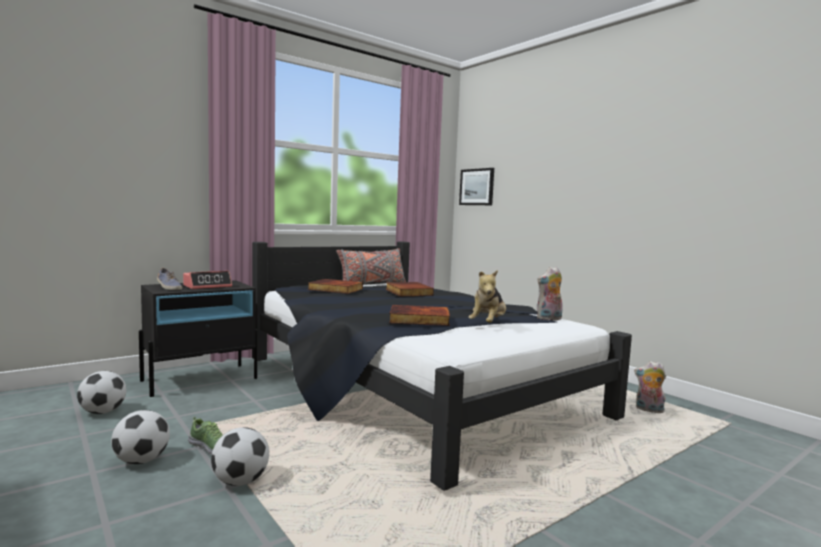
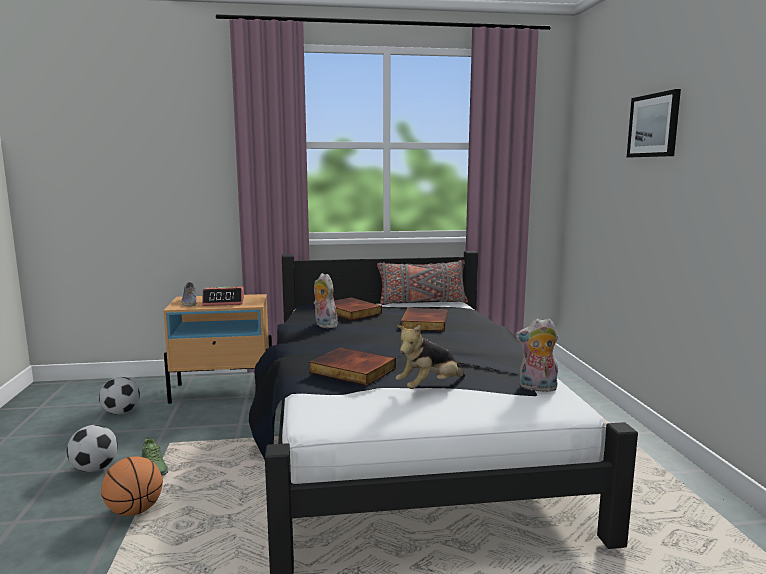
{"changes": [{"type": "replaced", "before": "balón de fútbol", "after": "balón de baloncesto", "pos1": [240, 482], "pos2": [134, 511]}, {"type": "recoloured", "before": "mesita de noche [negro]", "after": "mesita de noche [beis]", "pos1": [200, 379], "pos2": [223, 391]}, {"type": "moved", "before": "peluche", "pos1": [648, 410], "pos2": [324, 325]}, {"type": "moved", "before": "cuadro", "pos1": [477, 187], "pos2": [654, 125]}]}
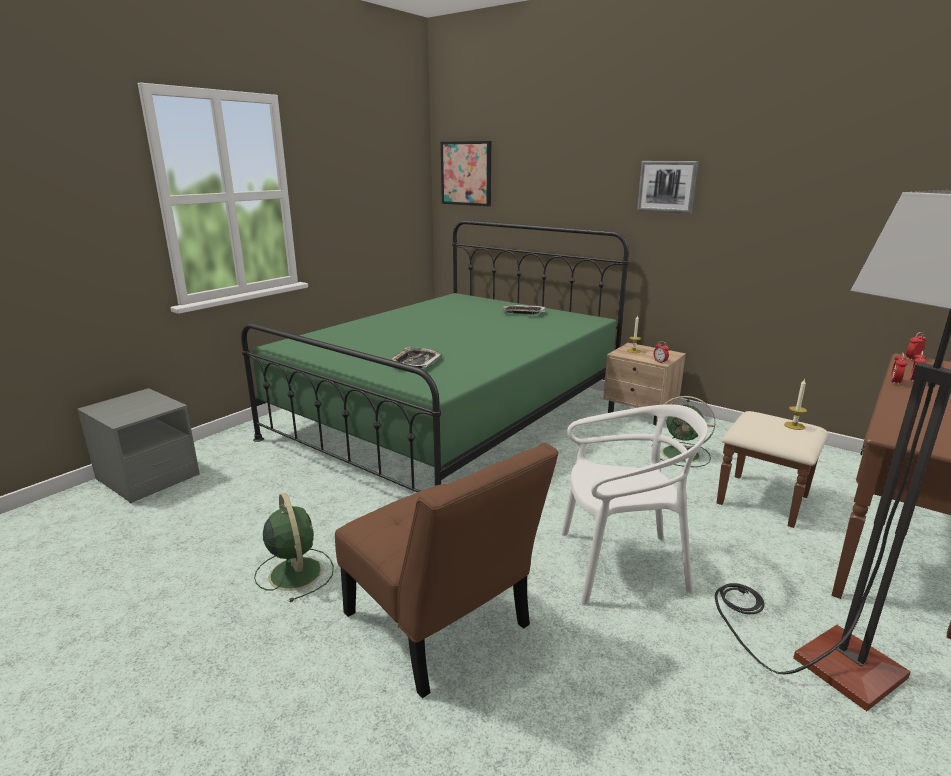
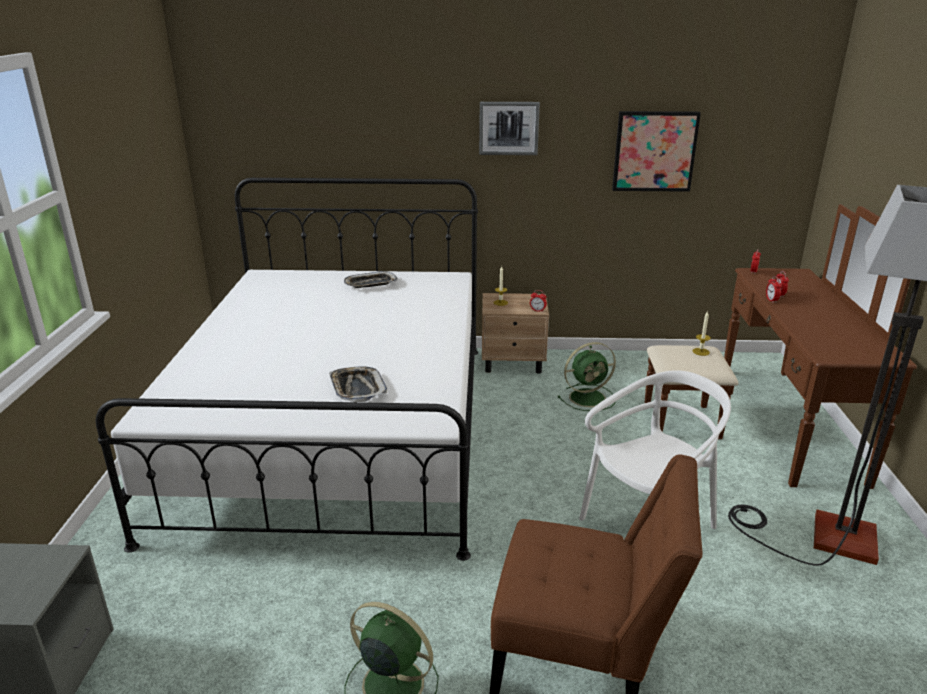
{"changes": [{"type": "recoloured", "before": "cama [verde]", "after": "cama [blanco]", "pos1": [449, 417], "pos2": [338, 430]}, {"type": "moved", "before": "cuadro", "pos1": [466, 173], "pos2": [654, 151]}]}
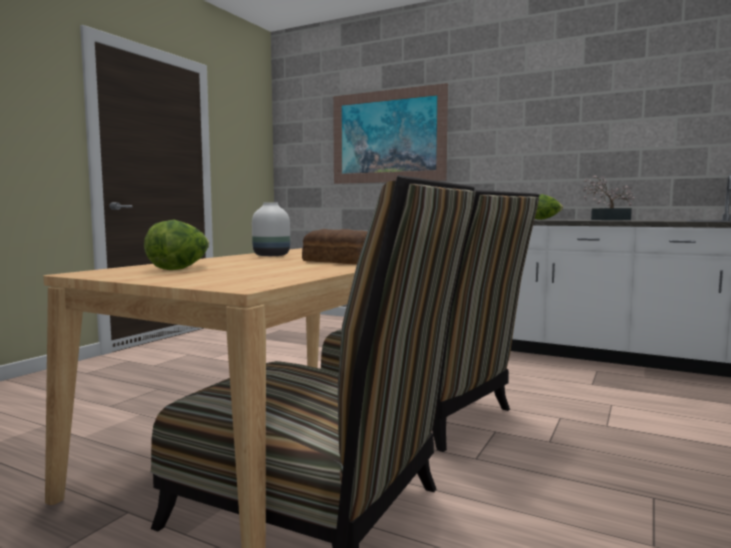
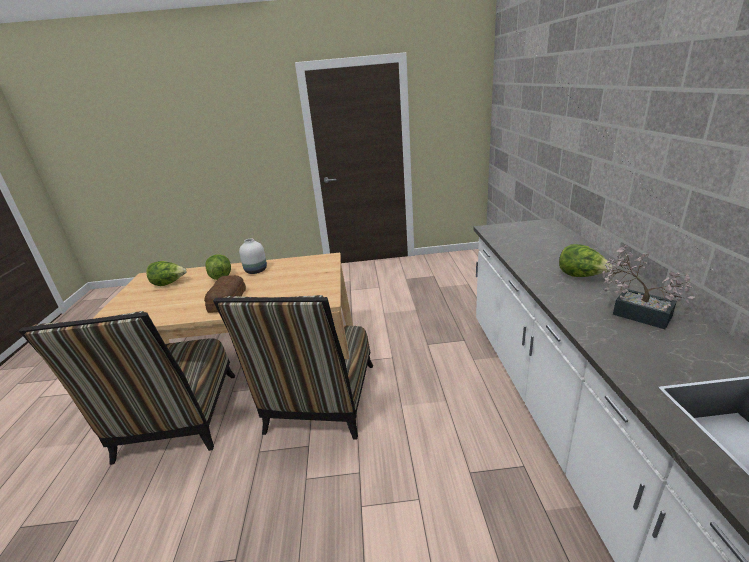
{"changes": [{"type": "added", "after": "lechuga", "pos2": [221, 276]}, {"type": "removed", "before": "cuadro", "pos1": [388, 136]}]}
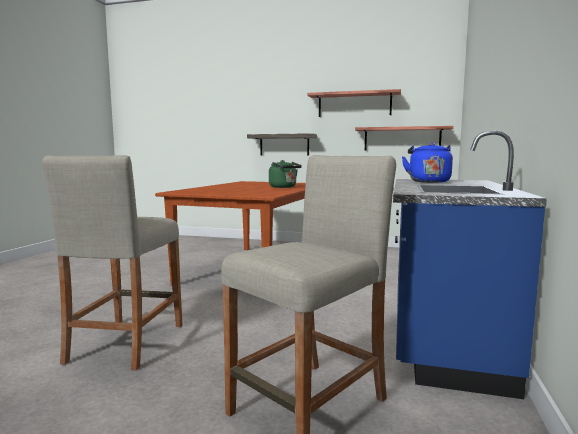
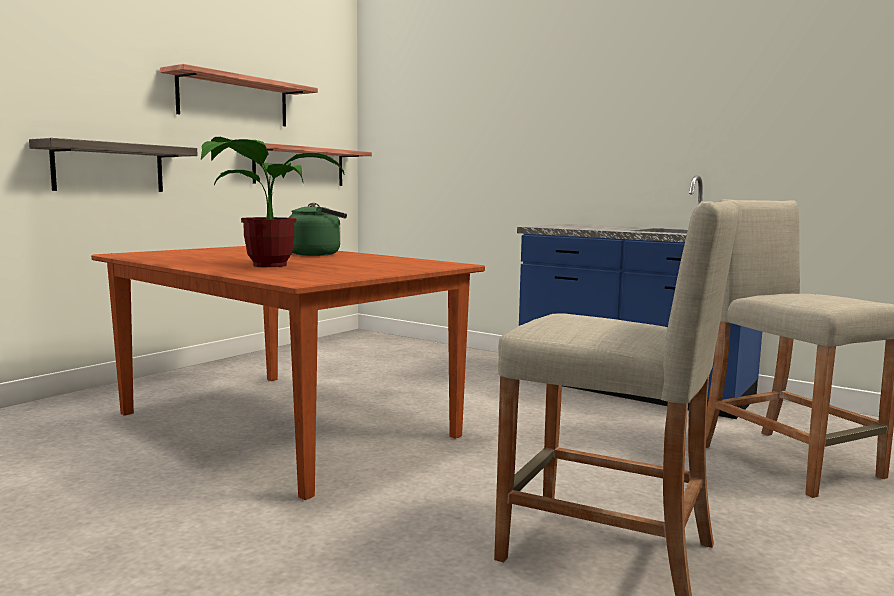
{"changes": [{"type": "added", "after": "planta en maceta", "pos2": [264, 265]}, {"type": "removed", "before": "hervidor [azul]", "pos1": [428, 181]}]}
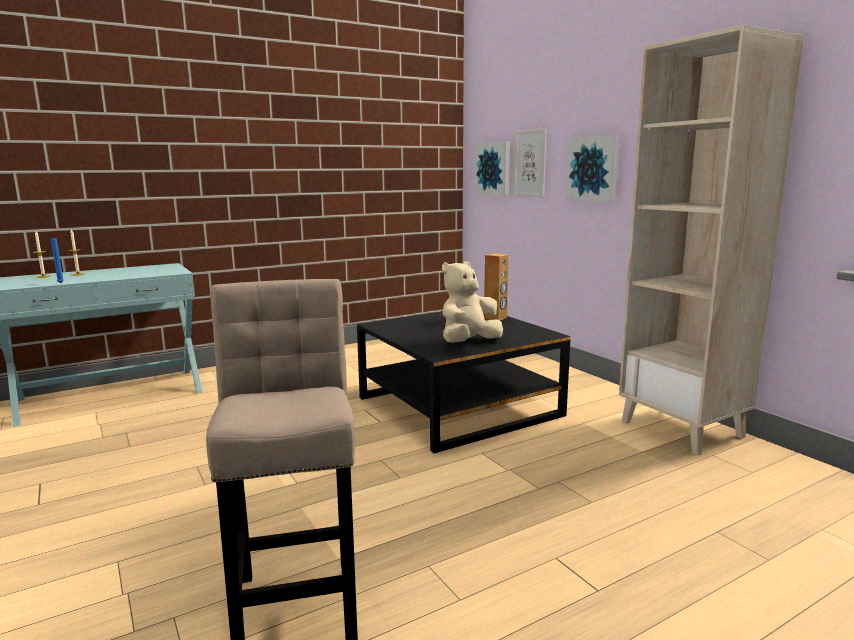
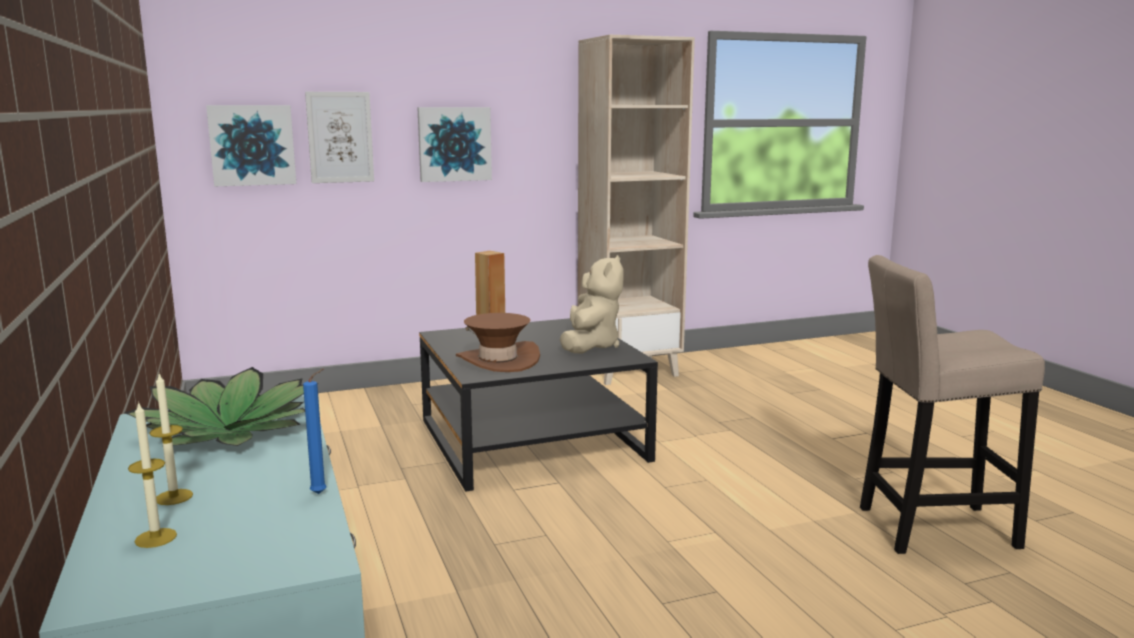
{"changes": [{"type": "added", "after": "planta en maceta", "pos2": [230, 430]}, {"type": "added", "after": "sombrero [marrón]", "pos2": [498, 360]}, {"type": "turned", "before": "peluche [beis]", "pos1": [468, 342], "pos2": [590, 346], "turn": -135}]}
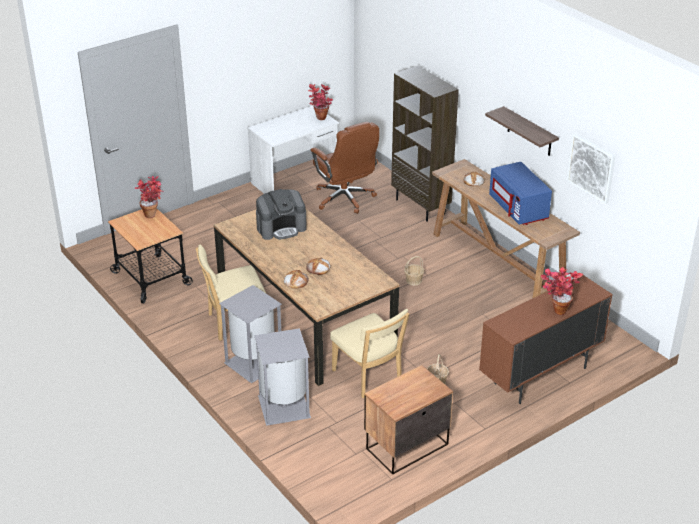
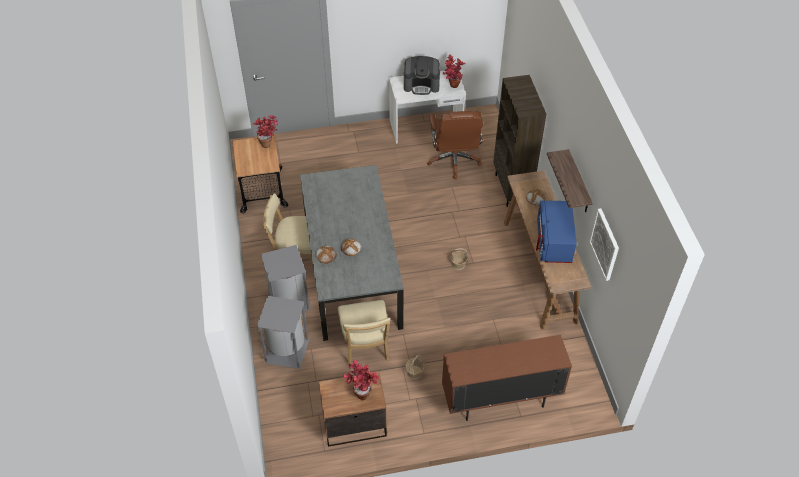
{"changes": [{"type": "recoloured", "before": "mesa de comedor [marrón]", "after": "mesa de comedor [gris]", "pos1": [304, 317], "pos2": [351, 270]}, {"type": "moved", "before": "planta en maceta", "pos1": [556, 309], "pos2": [361, 392]}, {"type": "moved", "before": "cafetera", "pos1": [281, 228], "pos2": [421, 85]}]}
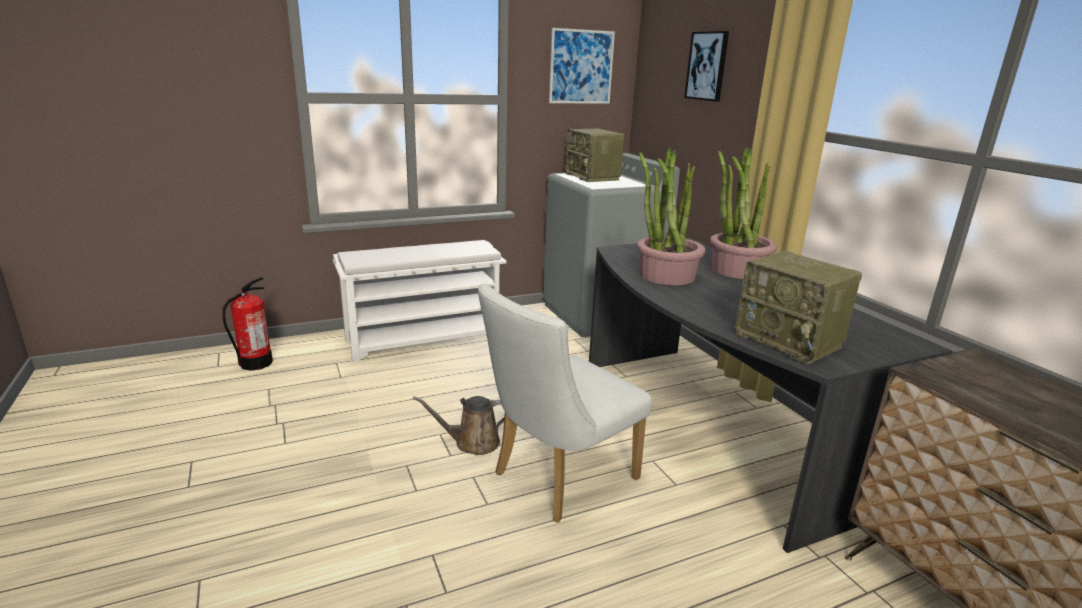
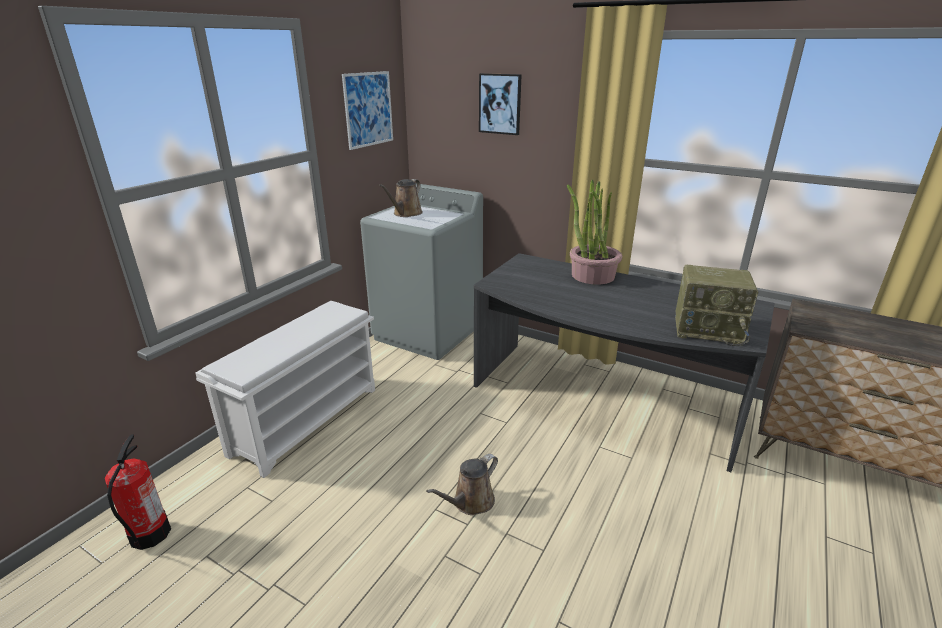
{"changes": [{"type": "replaced", "before": "radio", "after": "regadera [marrón]", "pos1": [593, 177], "pos2": [406, 214]}, {"type": "removed", "before": "silla [blanco]", "pos1": [557, 479]}, {"type": "removed", "before": "planta en maceta", "pos1": [666, 275]}]}
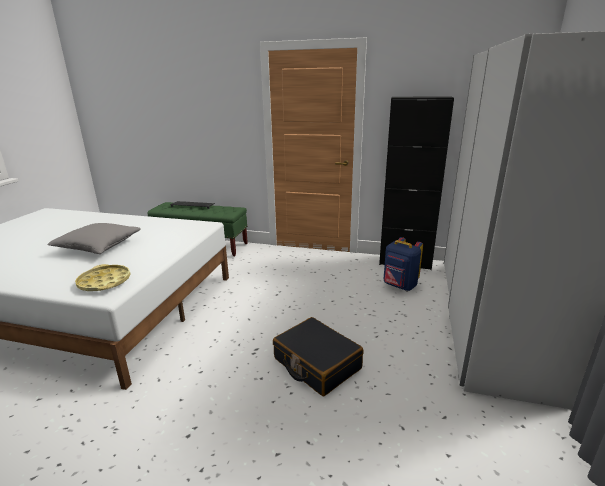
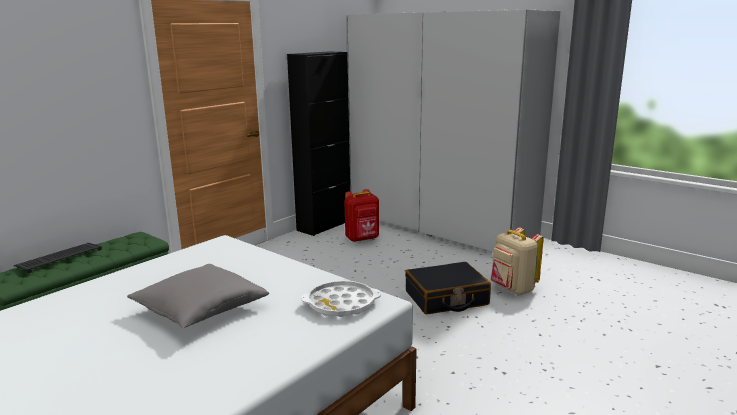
{"changes": [{"type": "recoloured", "before": "bandeja [amarillo]", "after": "bandeja [blanco]", "pos1": [104, 282], "pos2": [341, 304]}, {"type": "recoloured", "before": "mochila [azul]", "after": "mochila [rojo]", "pos1": [399, 286], "pos2": [362, 239]}, {"type": "added", "after": "mochila [beis]", "pos2": [512, 289]}]}
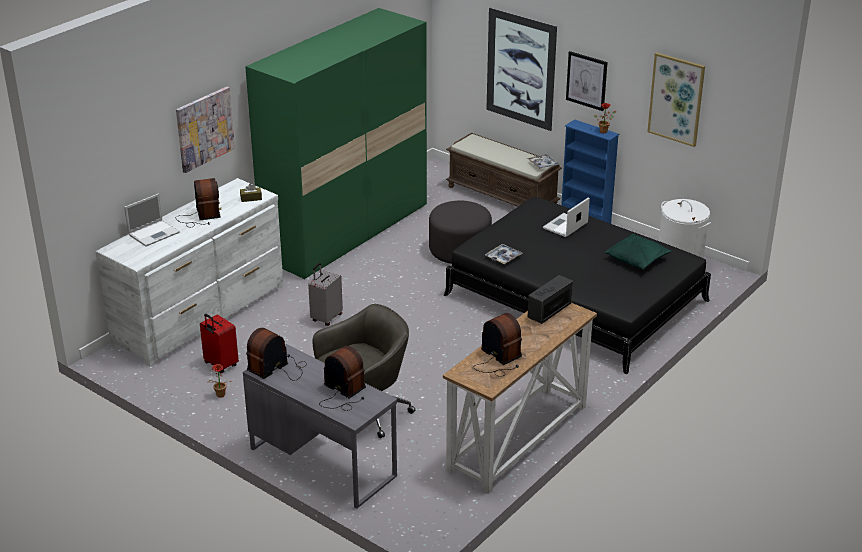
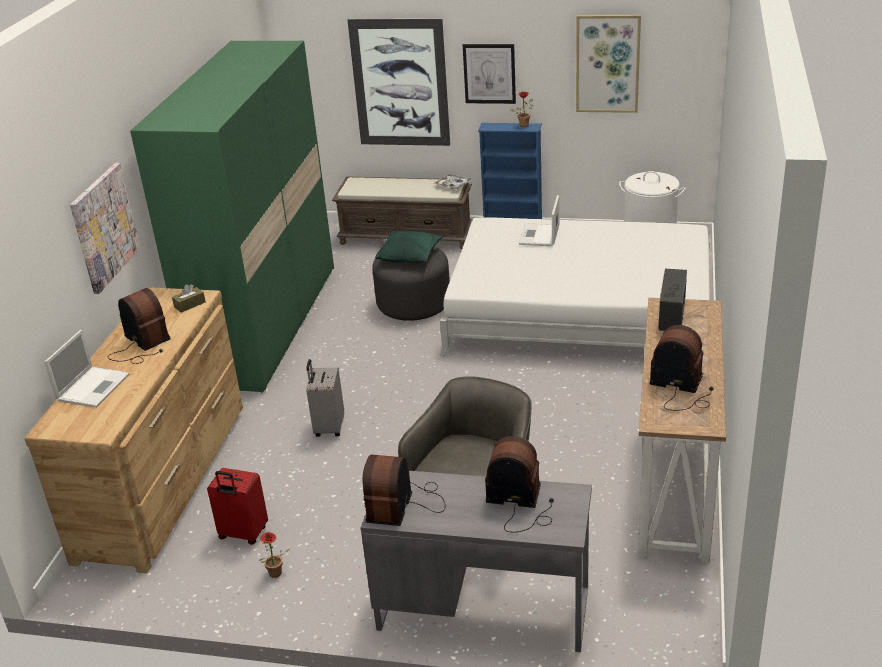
{"changes": [{"type": "recoloured", "before": "cómoda [blanco]", "after": "cómoda [marrón]", "pos1": [201, 314], "pos2": [165, 479]}, {"type": "moved", "before": "cojín [verde]", "pos1": [637, 259], "pos2": [409, 256]}, {"type": "recoloured", "before": "cama [negro]", "after": "cama [blanco]", "pos1": [575, 298], "pos2": [580, 311]}, {"type": "removed", "before": "bandeja", "pos1": [503, 257]}]}
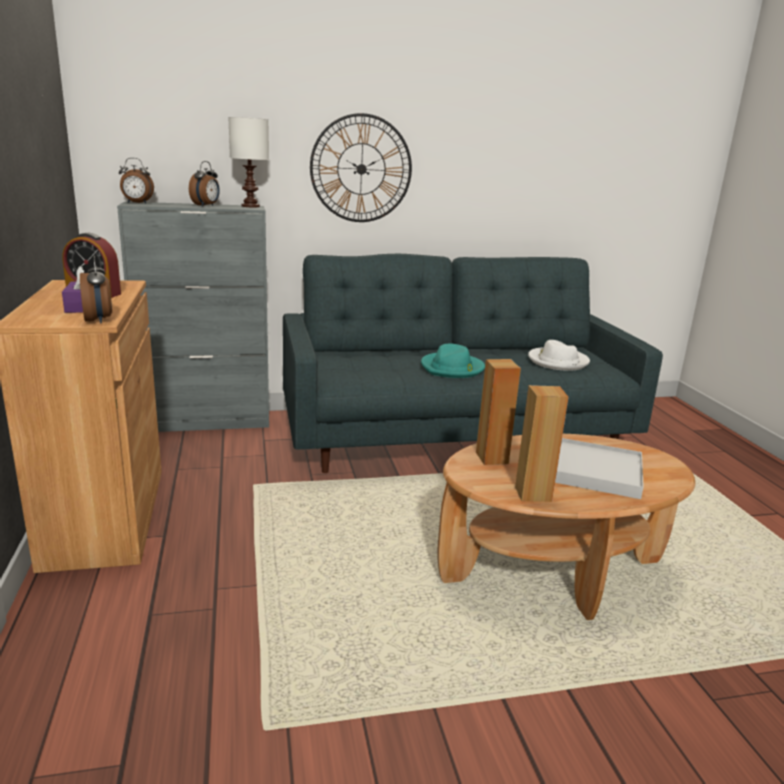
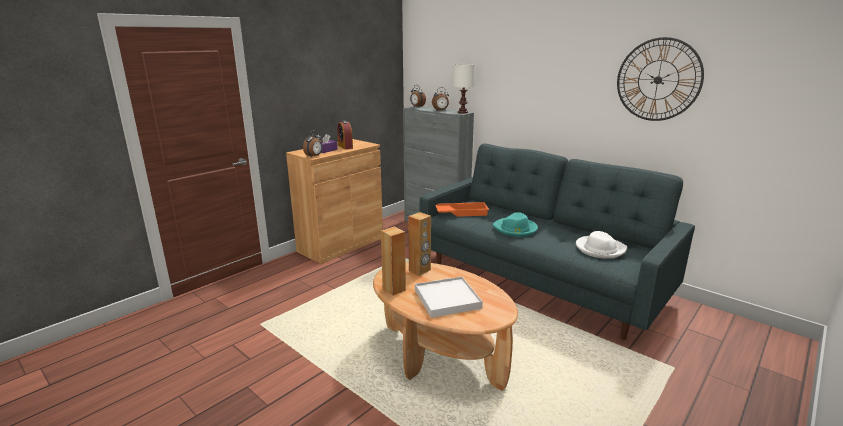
{"changes": [{"type": "added", "after": "bandeja [naranja]", "pos2": [461, 212]}, {"type": "moved", "before": "reloj de pared", "pos1": [361, 169], "pos2": [658, 80]}]}
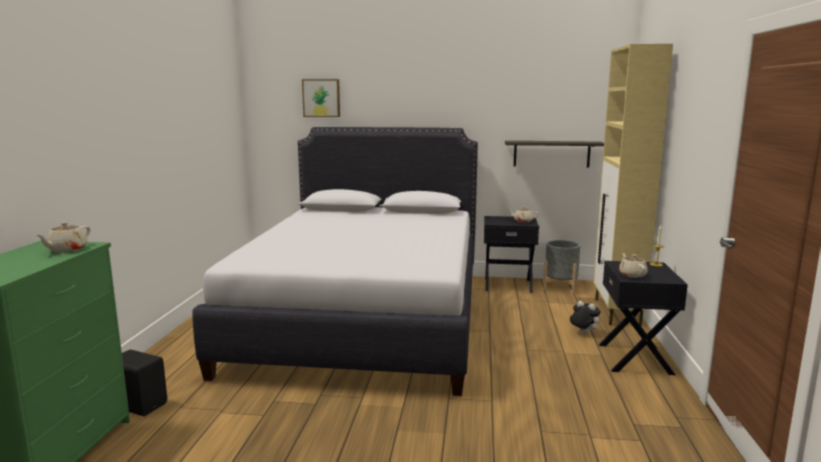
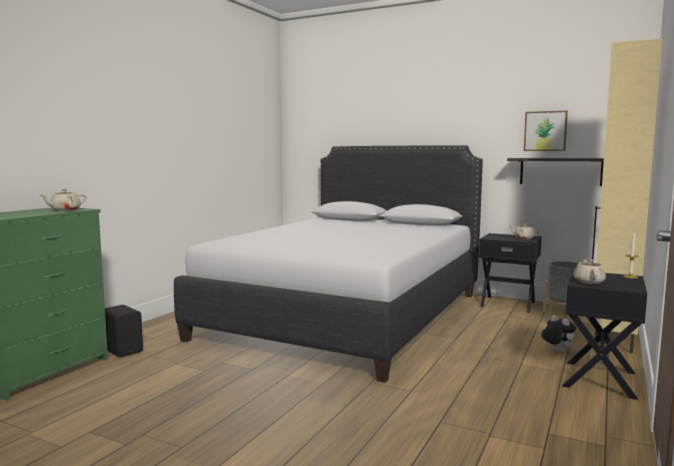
{"changes": [{"type": "moved", "before": "cuadro", "pos1": [321, 98], "pos2": [545, 131]}]}
